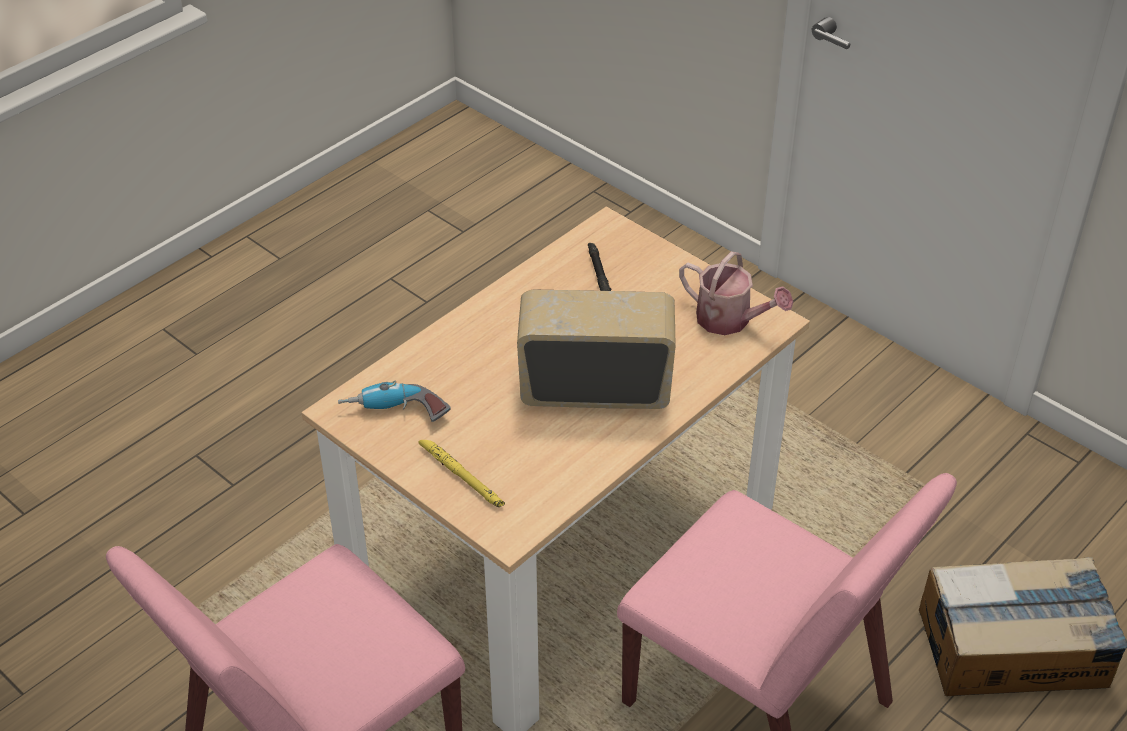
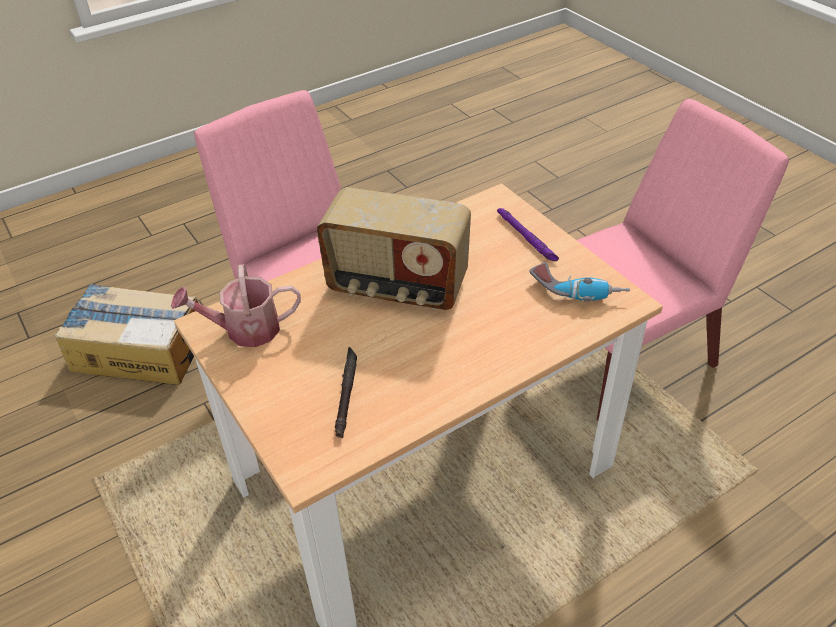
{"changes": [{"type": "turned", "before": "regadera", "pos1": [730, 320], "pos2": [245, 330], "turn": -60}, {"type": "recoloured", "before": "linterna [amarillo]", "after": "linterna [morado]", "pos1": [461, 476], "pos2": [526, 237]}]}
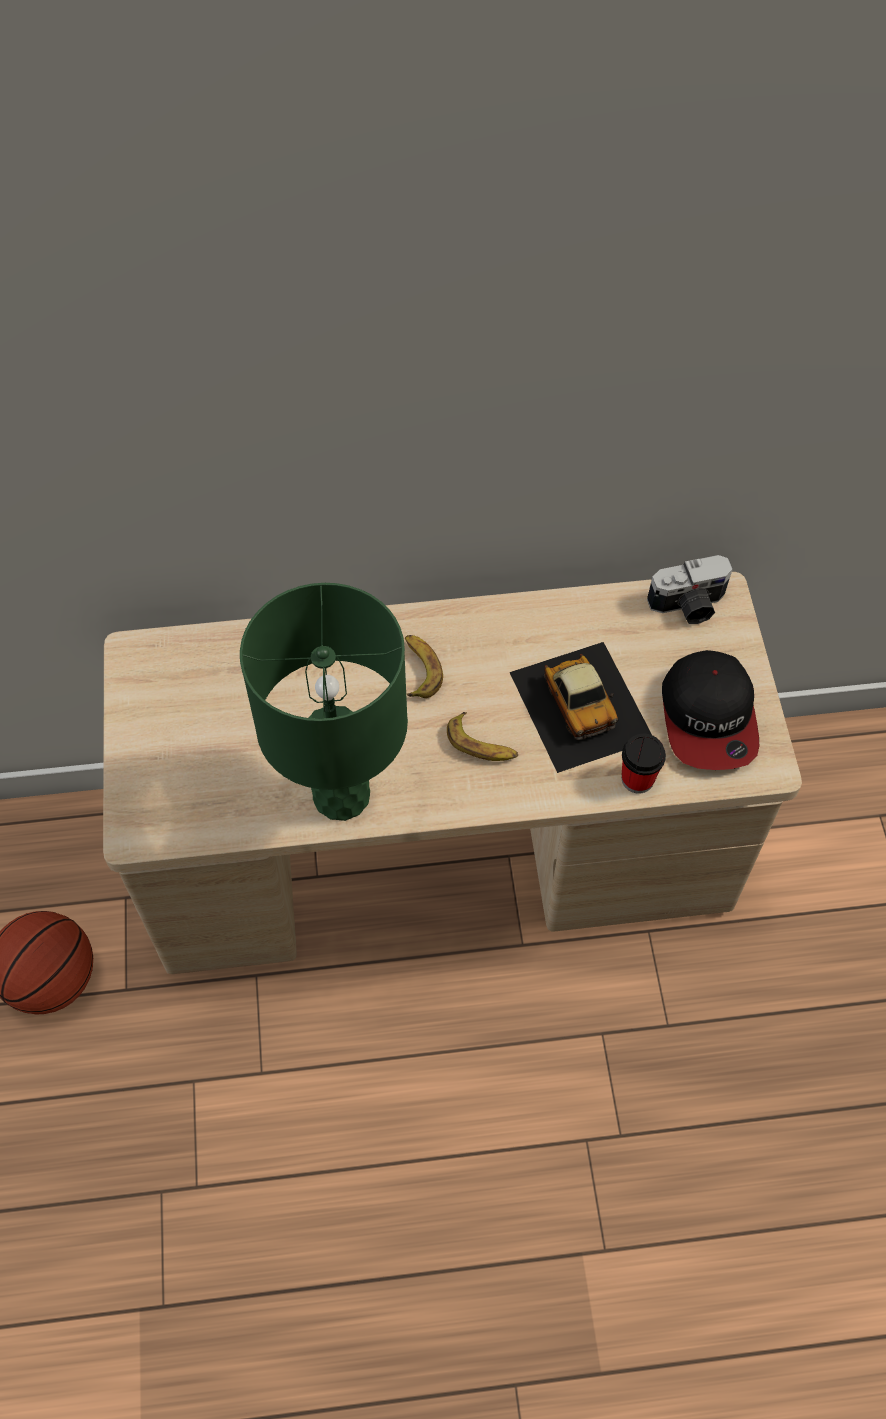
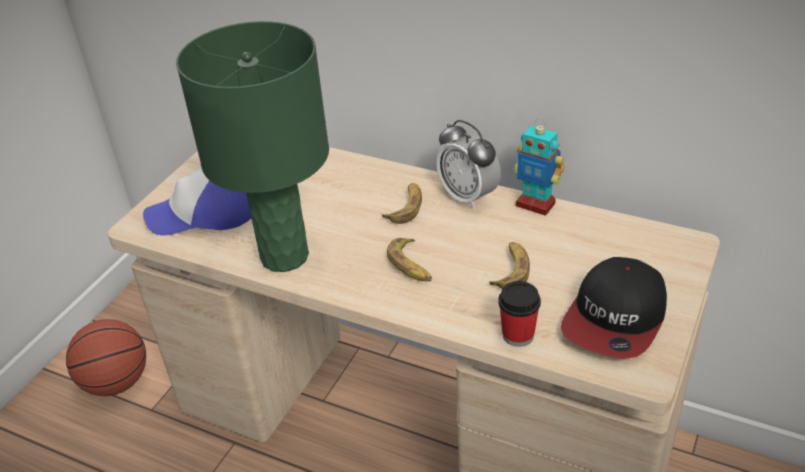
{"changes": [{"type": "added", "after": "gorra", "pos2": [203, 215]}, {"type": "added", "after": "despertador", "pos2": [468, 196]}, {"type": "replaced", "before": "coche de juguete", "after": "plátano", "pos1": [581, 704], "pos2": [511, 270]}, {"type": "added", "after": "robot de juguete", "pos2": [536, 204]}, {"type": "removed", "before": "cámara", "pos1": [689, 606]}]}
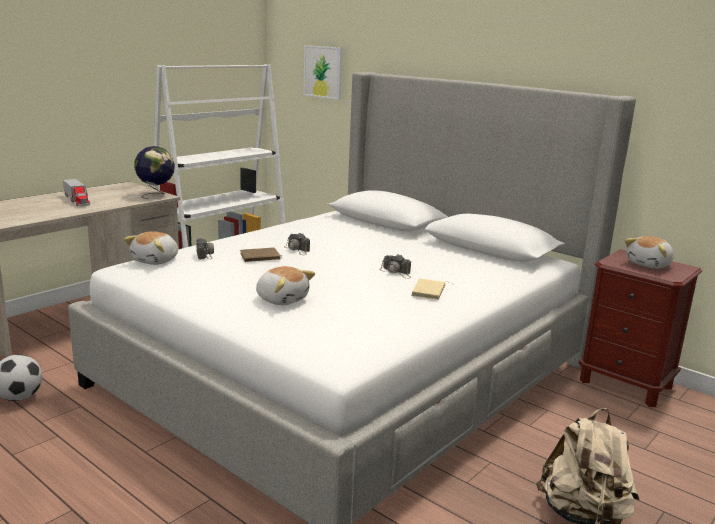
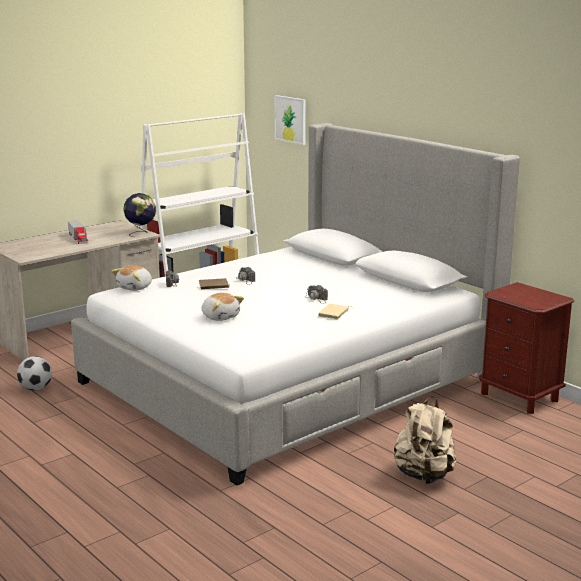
{"changes": [{"type": "removed", "before": "peluche", "pos1": [650, 264]}]}
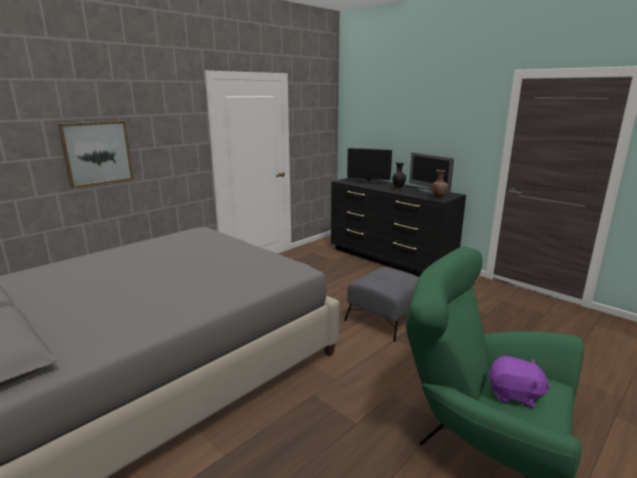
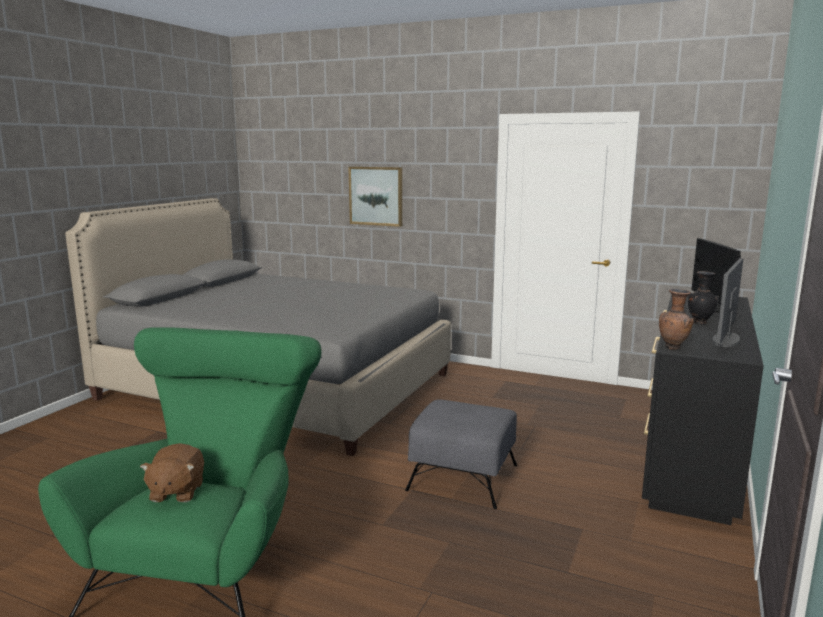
{"changes": [{"type": "recoloured", "before": "peluche [morado]", "after": "peluche [marrón]", "pos1": [514, 395], "pos2": [176, 492]}]}
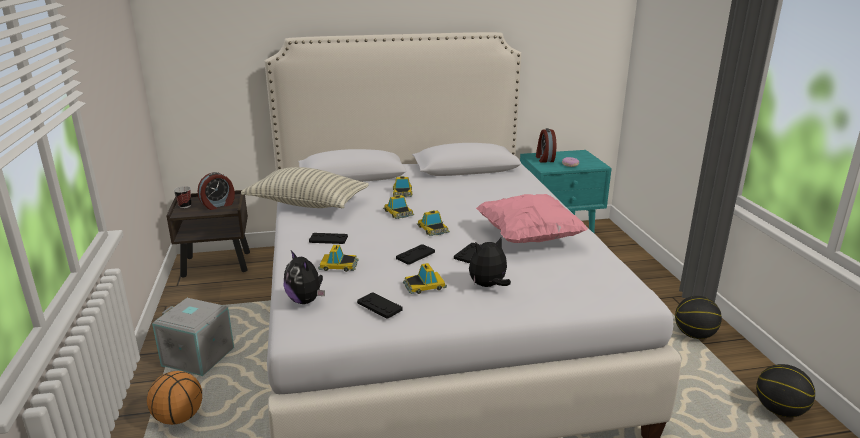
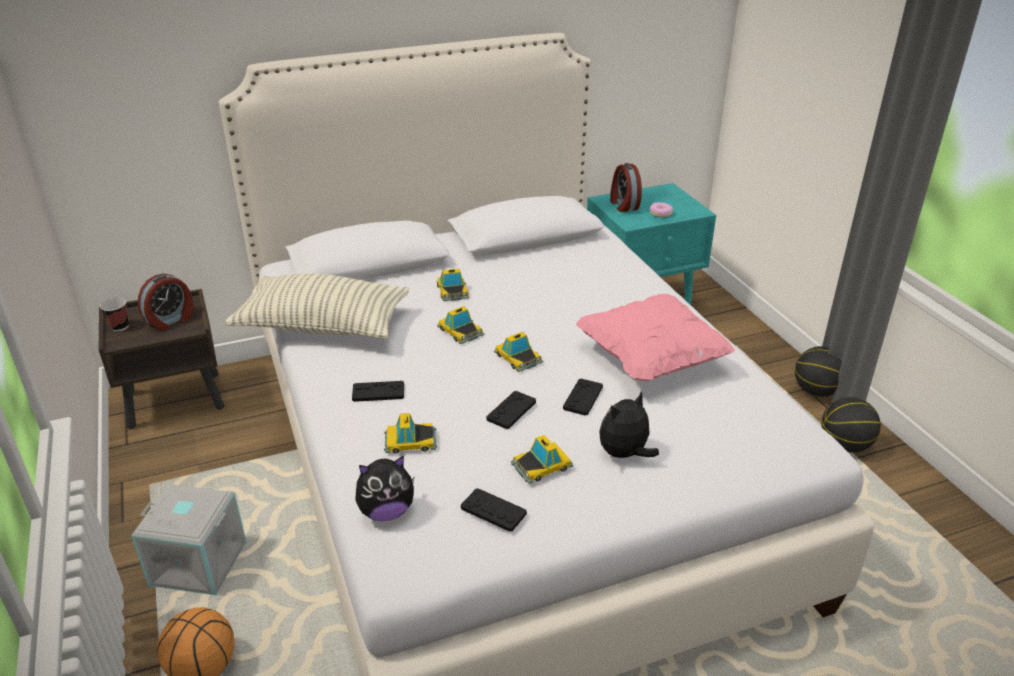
{"changes": [{"type": "turned", "before": "peluche", "pos1": [306, 300], "pos2": [386, 511], "turn": -60}, {"type": "moved", "before": "balón de baloncesto", "pos1": [779, 411], "pos2": [816, 391]}]}
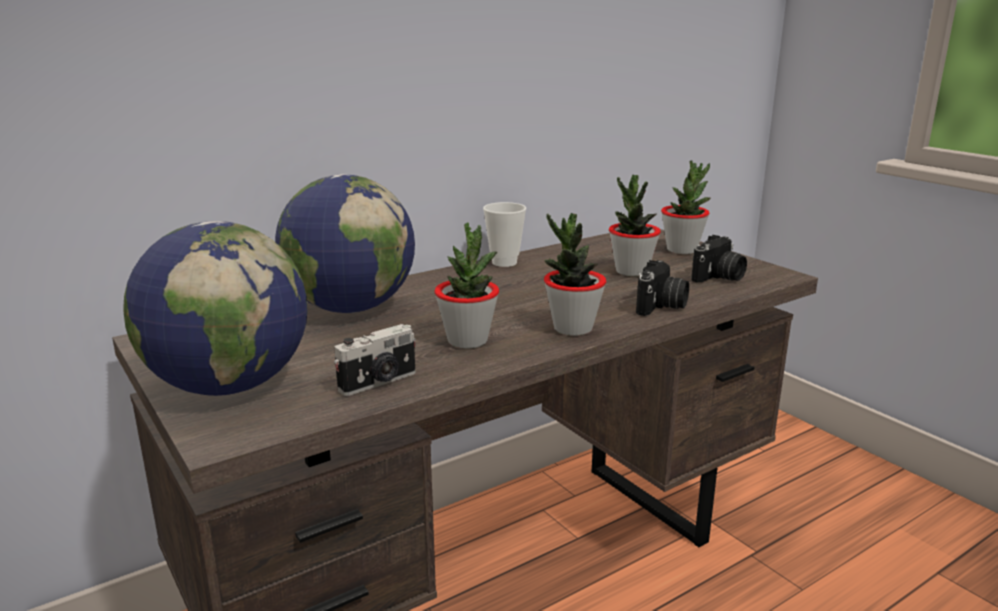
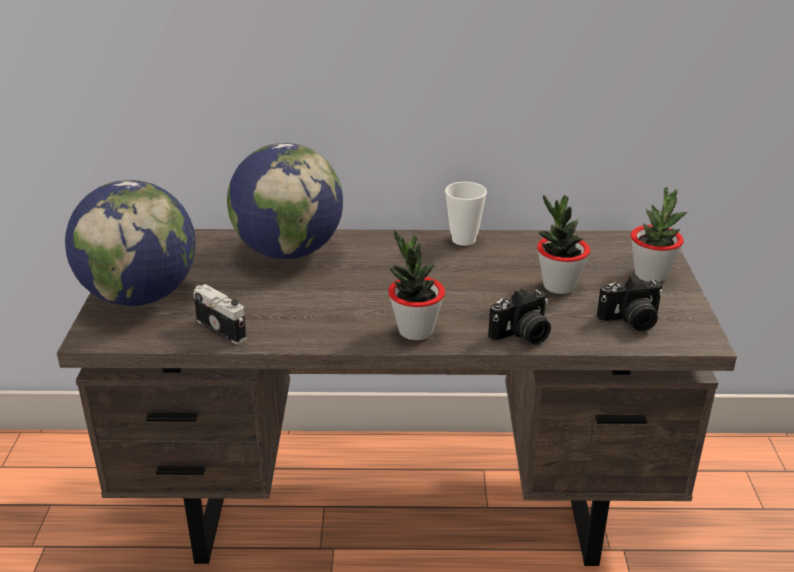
{"changes": [{"type": "turned", "before": "cámara", "pos1": [379, 382], "pos2": [223, 329], "turn": -135}, {"type": "removed", "before": "planta en maceta", "pos1": [468, 341]}]}
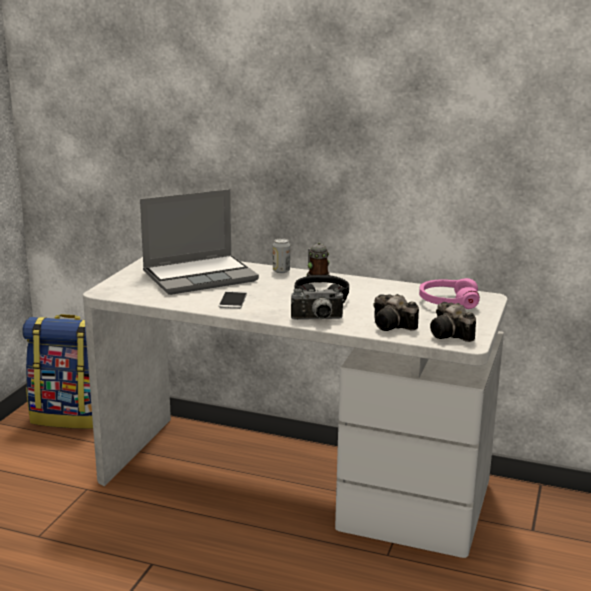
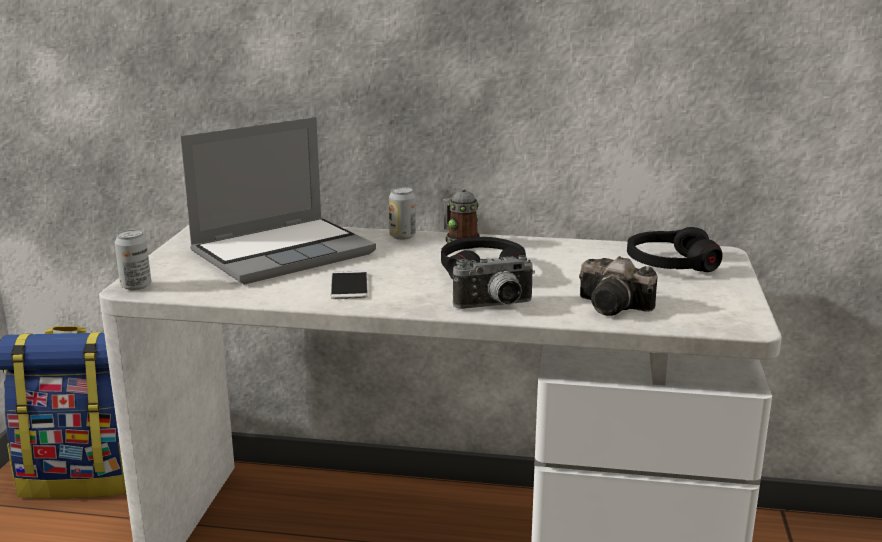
{"changes": [{"type": "added", "after": "lata", "pos2": [136, 286]}, {"type": "recoloured", "before": "auriculares [rosa]", "after": "auriculares [negro]", "pos1": [448, 302], "pos2": [670, 264]}, {"type": "removed", "before": "cámara", "pos1": [451, 335]}]}
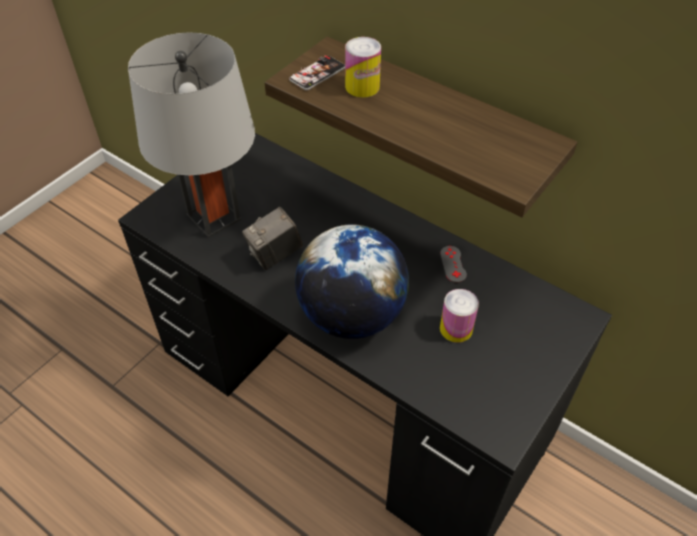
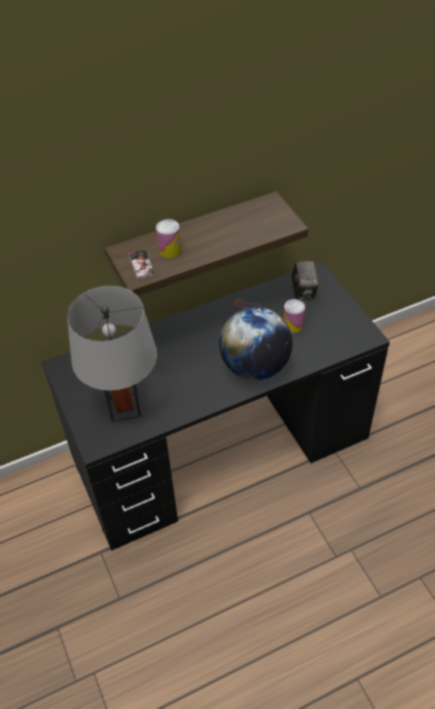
{"changes": [{"type": "moved", "before": "cámara", "pos1": [275, 255], "pos2": [303, 292]}]}
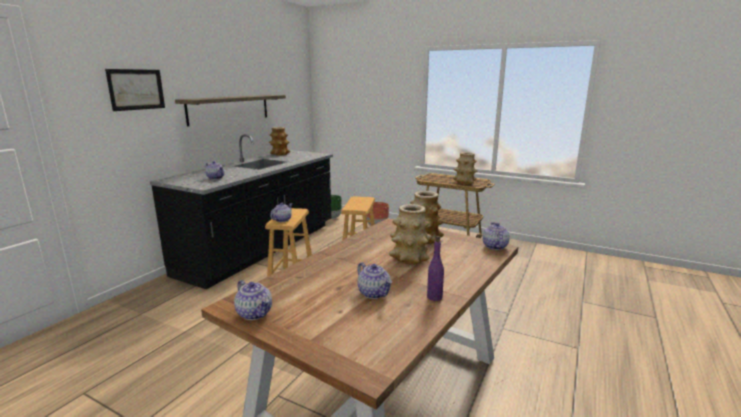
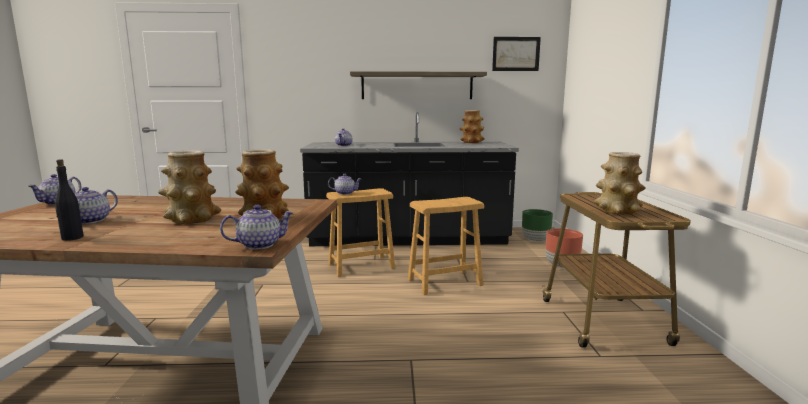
{"changes": [{"type": "recoloured", "before": "botella [morado]", "after": "botella [negro]", "pos1": [434, 297], "pos2": [72, 238]}, {"type": "moved", "before": "cuadro", "pos1": [136, 89], "pos2": [516, 54]}]}
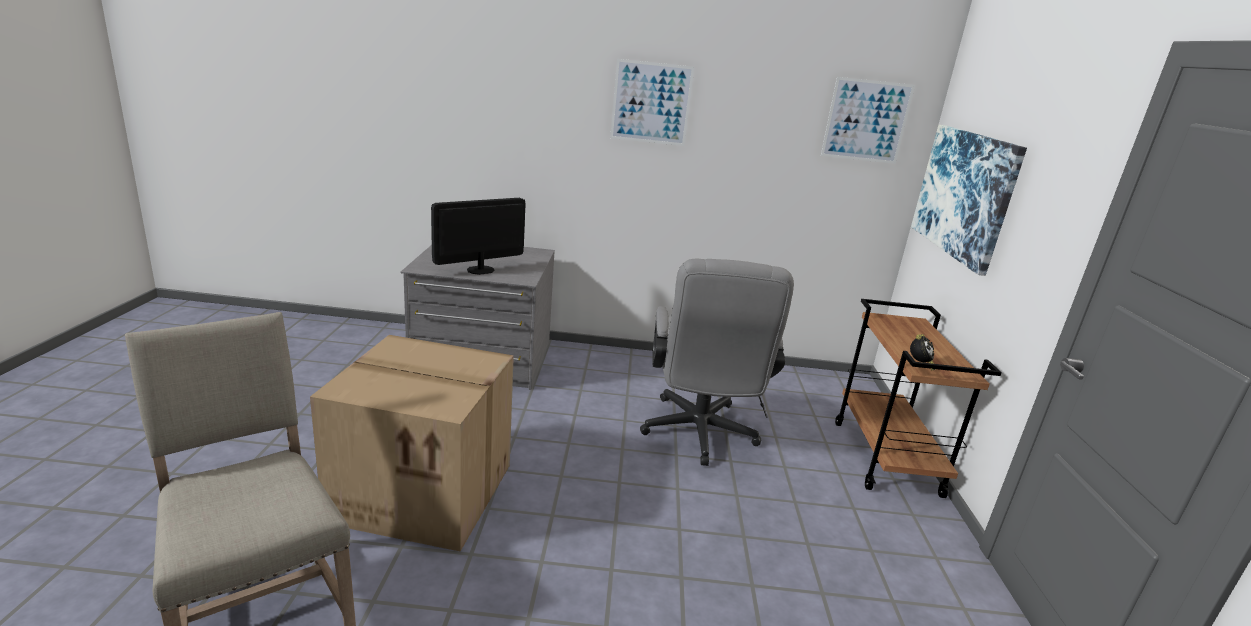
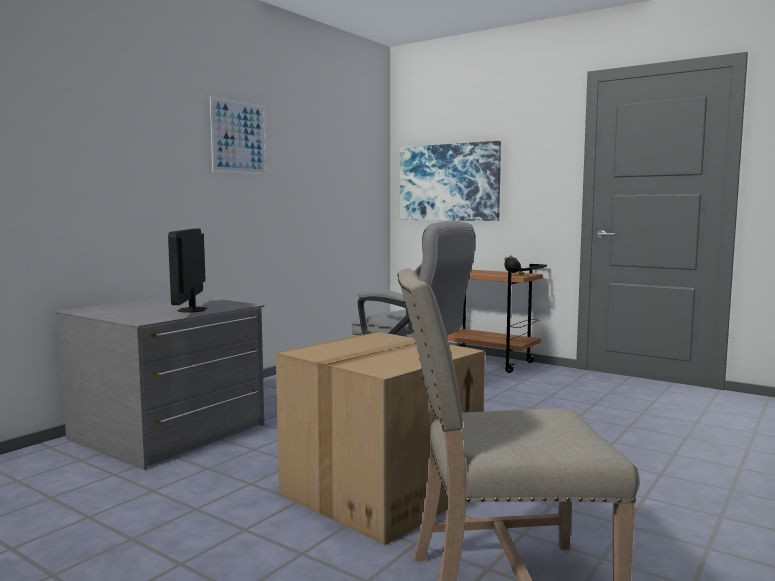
{"changes": [{"type": "removed", "before": "cuadro", "pos1": [866, 121]}]}
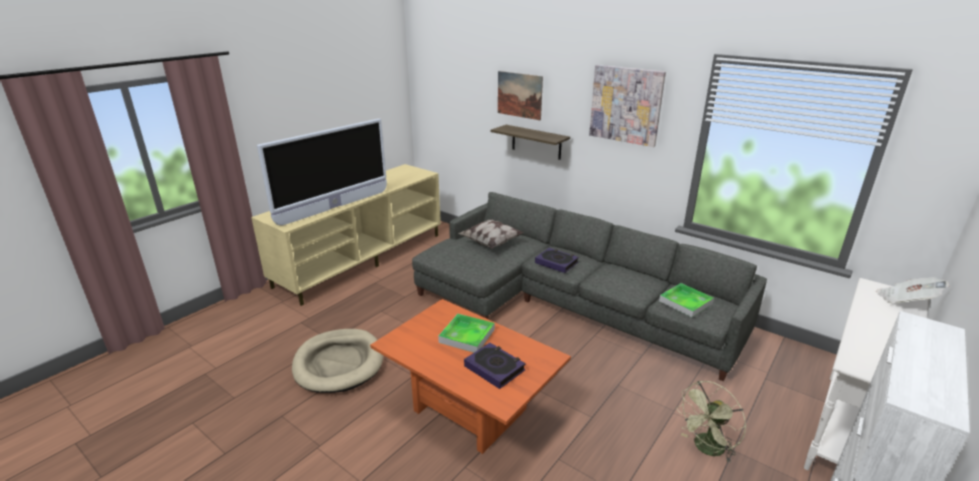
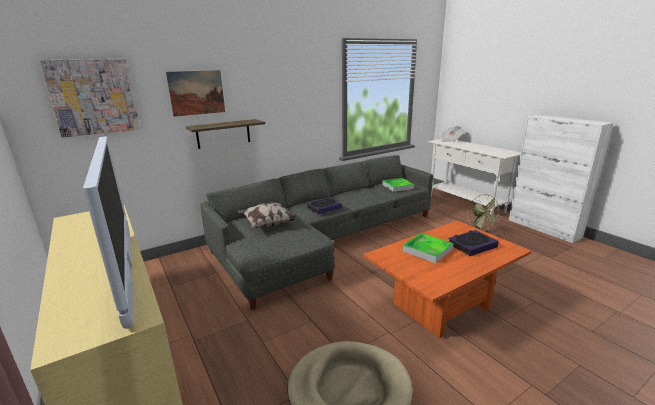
{"changes": [{"type": "moved", "before": "cuadro", "pos1": [626, 105], "pos2": [94, 97]}]}
